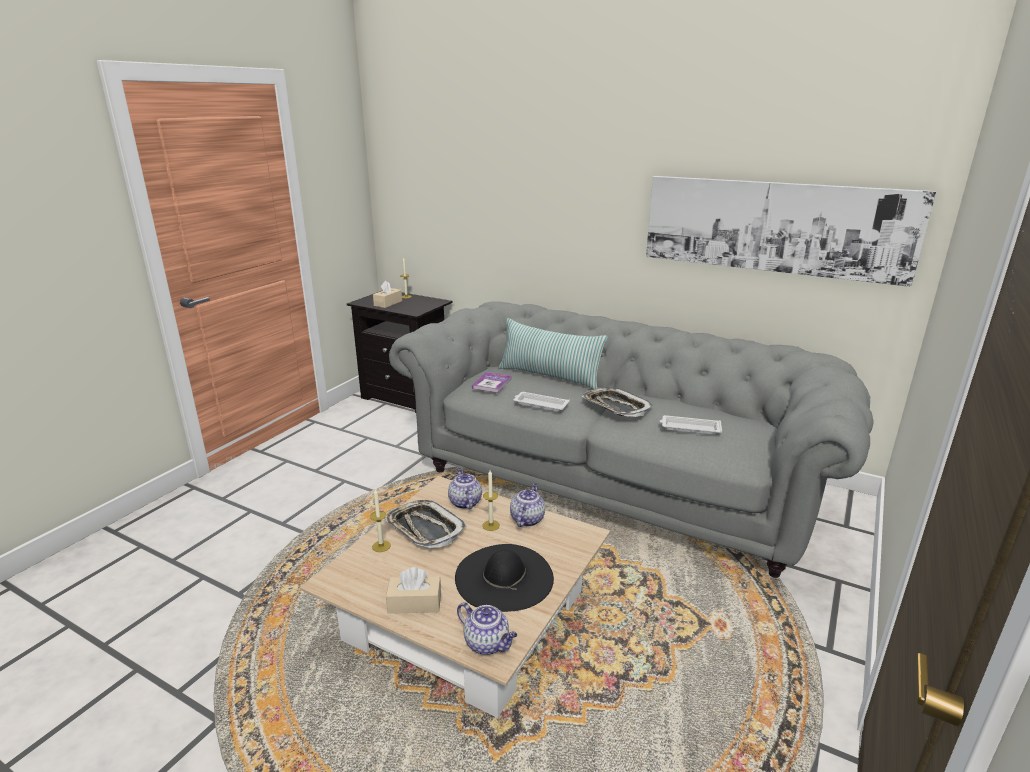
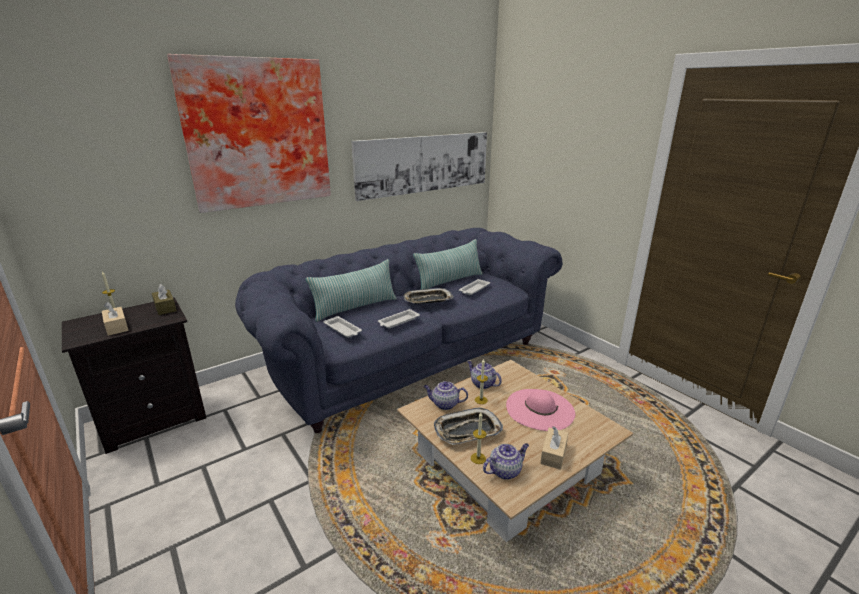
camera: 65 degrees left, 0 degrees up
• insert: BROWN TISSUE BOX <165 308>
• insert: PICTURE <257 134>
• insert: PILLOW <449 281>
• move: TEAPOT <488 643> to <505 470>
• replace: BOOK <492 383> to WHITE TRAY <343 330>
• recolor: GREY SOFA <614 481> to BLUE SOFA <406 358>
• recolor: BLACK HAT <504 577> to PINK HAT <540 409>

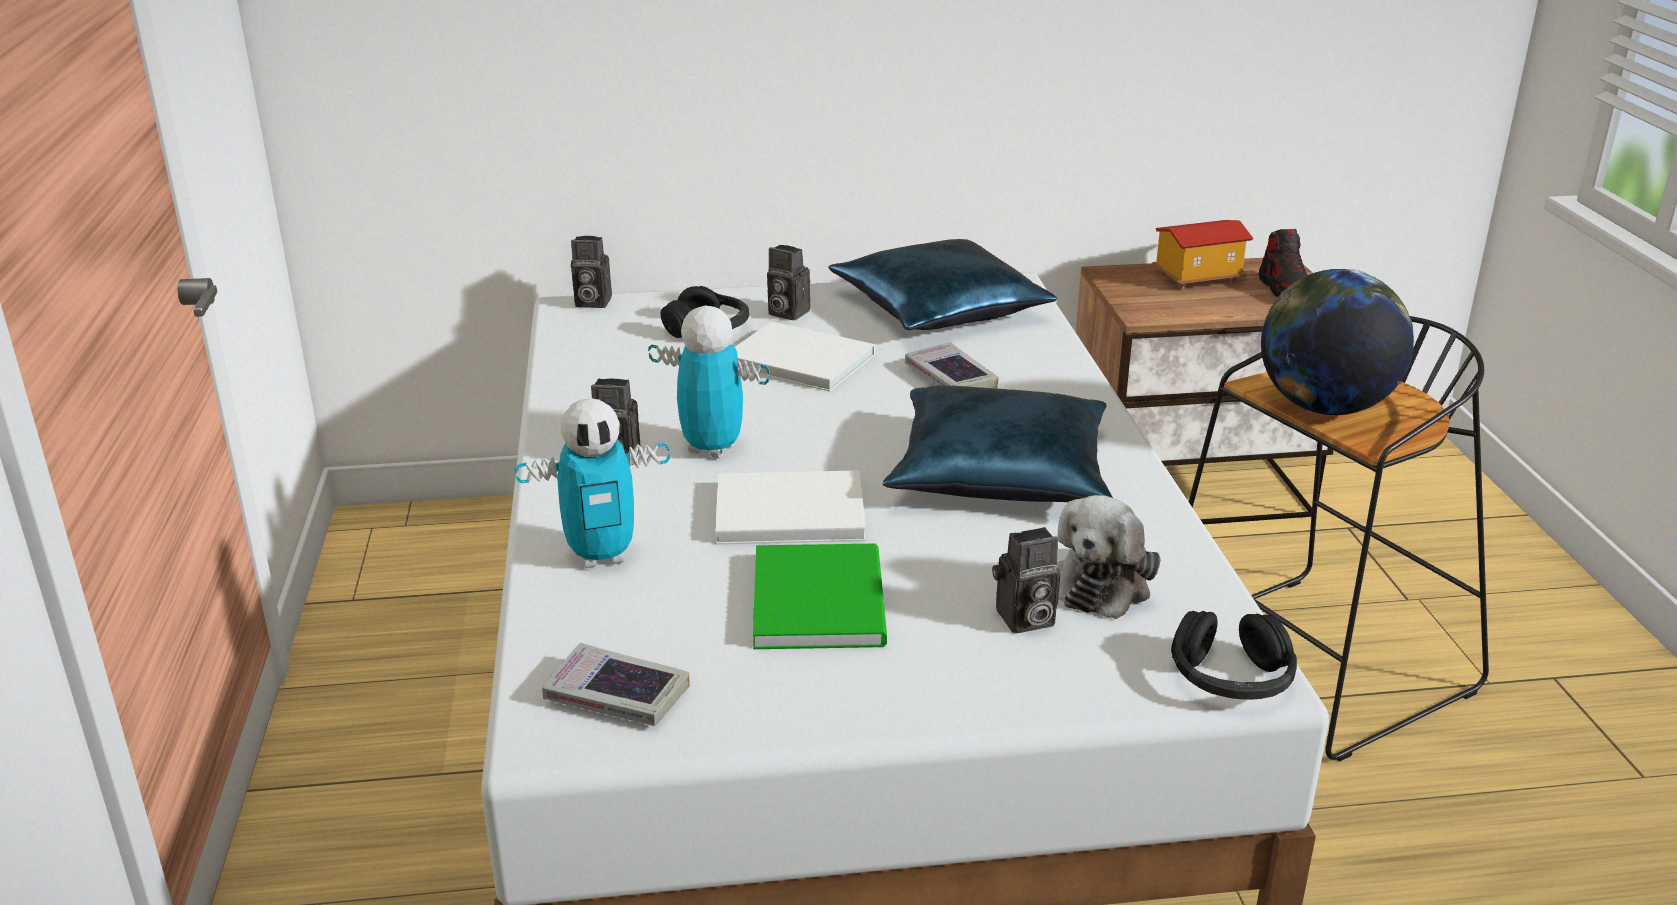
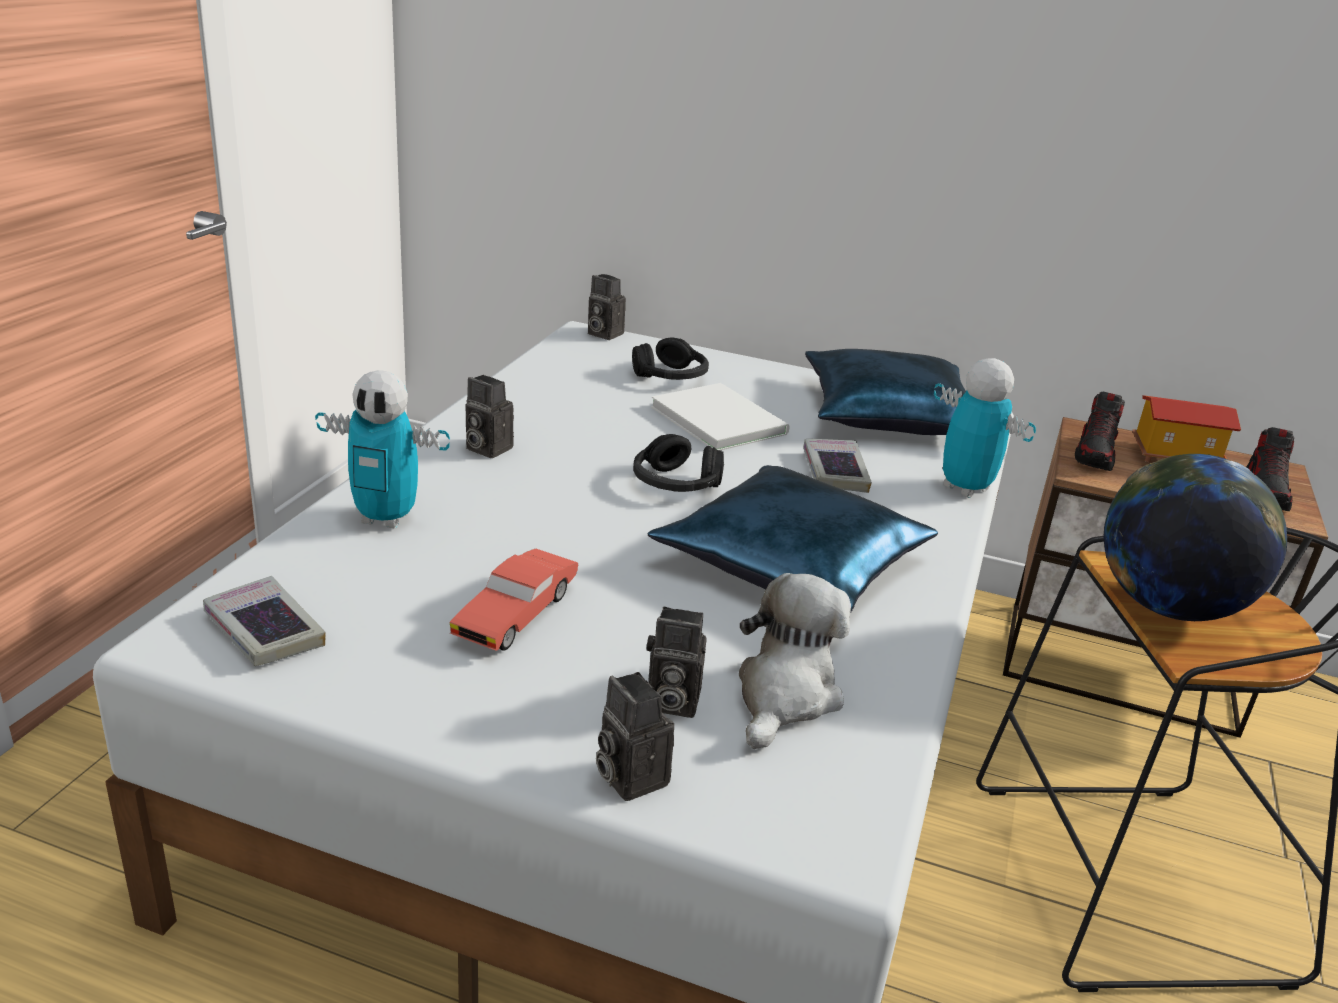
camera: 25 degrees right, 0 degrees up
• delete: WHITE BOOK <785 510>
• insert: SHOE <1095 454>
• move: TOY ROBOT <712 448> to <965 488>
• move: PHOTO CAMERA <785 312> to <628 776>
• move: BLACK HEADPHONES <1231 679> to <675 484>
• replace: GREEN BOOK <823 598> to RED TOY CAR <516 614>
• rotate: PLUSH TOY <1103 582> = <785 695> 150 degrees clockwise

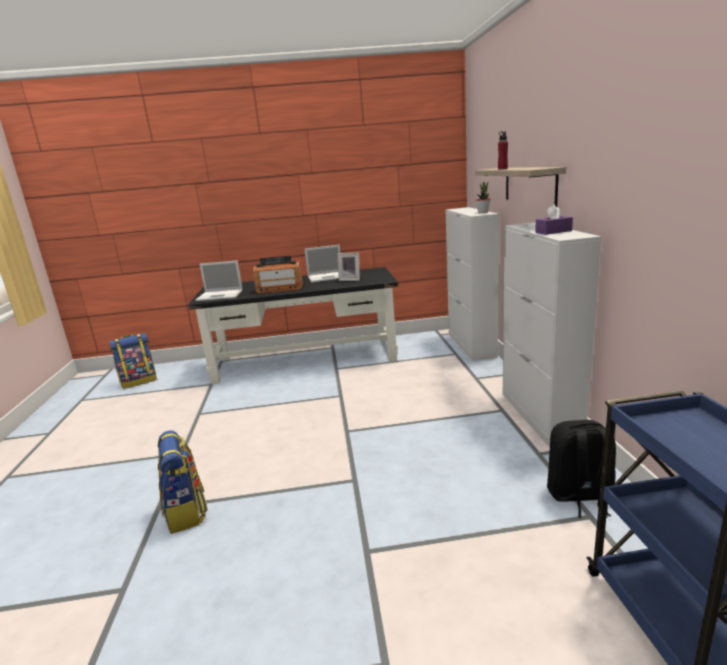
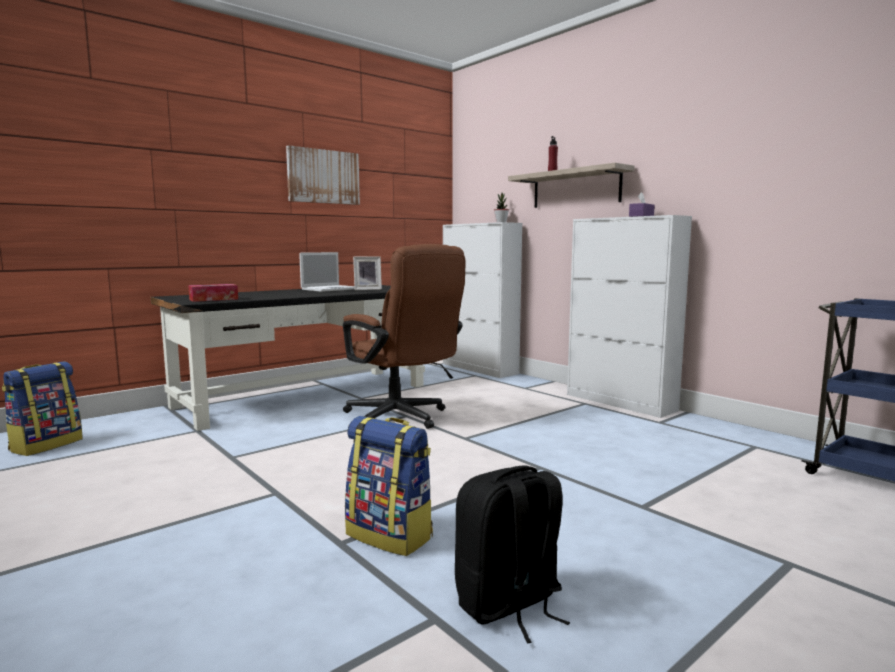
camera: 35 degrees left, 10 degrees down
• delete: RADIO <280 289>
• insert: PICTURE <323 176>
• insert: BROWN OFFICE CHAIR <402 418>
• move: BLACK BACKPACK <579 496> to <509 605>
• replace: LAPTOP <221 295> to TISSUE BOX <214 299>

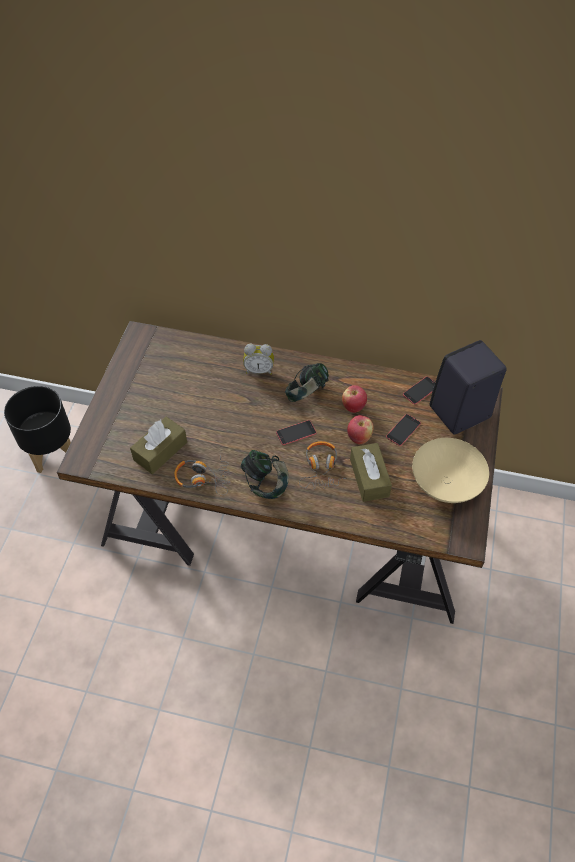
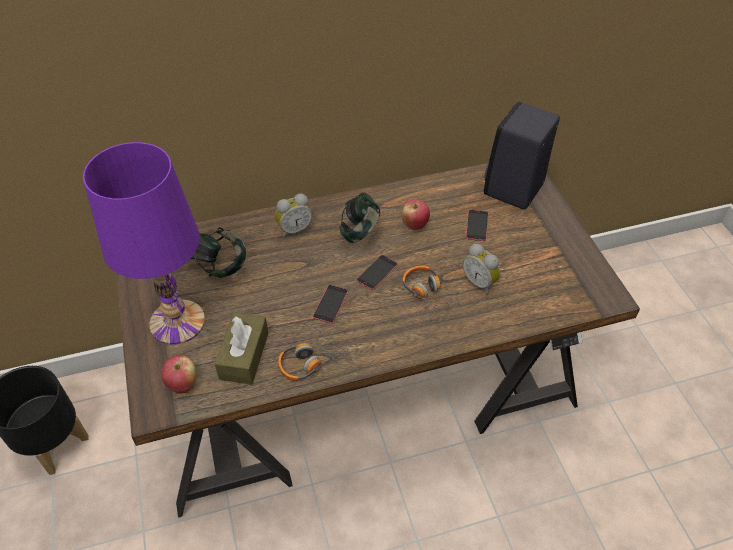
camera: 30 degrees left, 5 degrees down
• delete: BEIGE BOWL <444 484>
• insert: PURPLE TABLE LAMP <176 322>
• move: HEADPHONES <265 483> to <219 265>
• move: APPLE <359 437> to <183 384>
• move: PHONE <420 390> to <330 304>
• replace: BROWN TISSUE BOX <369 478> to ALARM CLOCK <480 282>

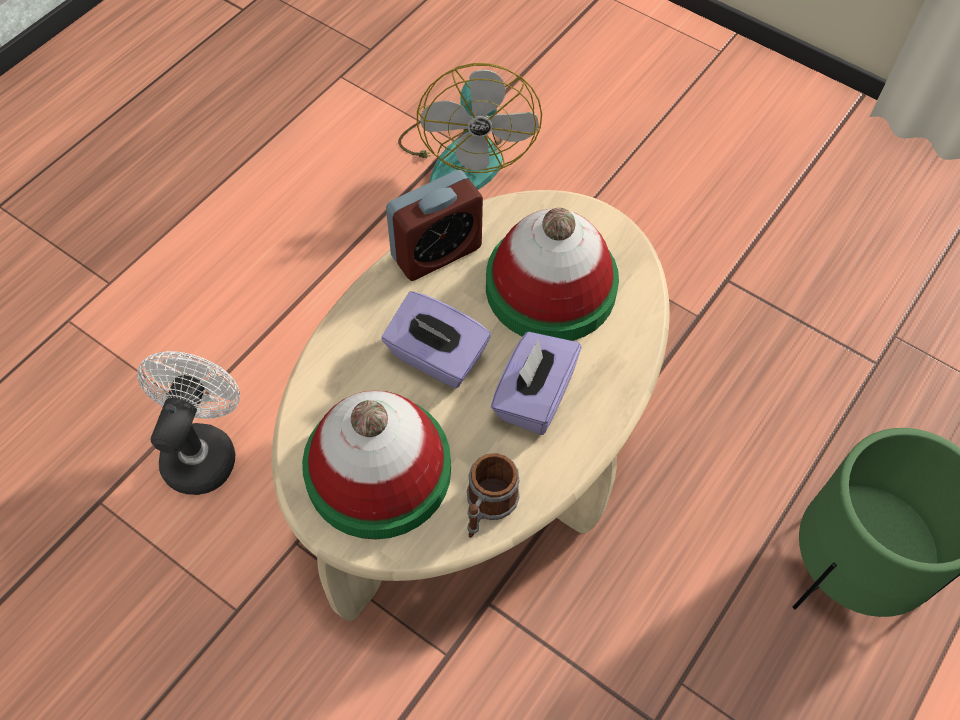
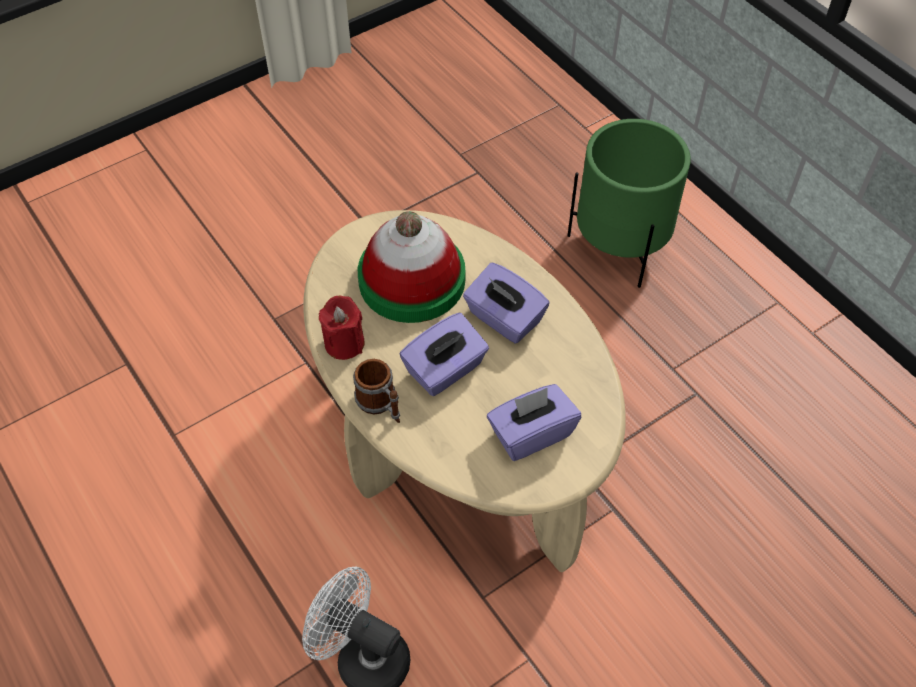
camera: 70 degrees left, 5 degrees down
• delete: FAN <464 155>
• move: MUG <487 507> to <381 404>
• replace: HAT <378 470> to PURPLE TISSUE BOX <531 433>
• replace: ALARM CLOCK <436 252> to RED CANDLE <344 343>

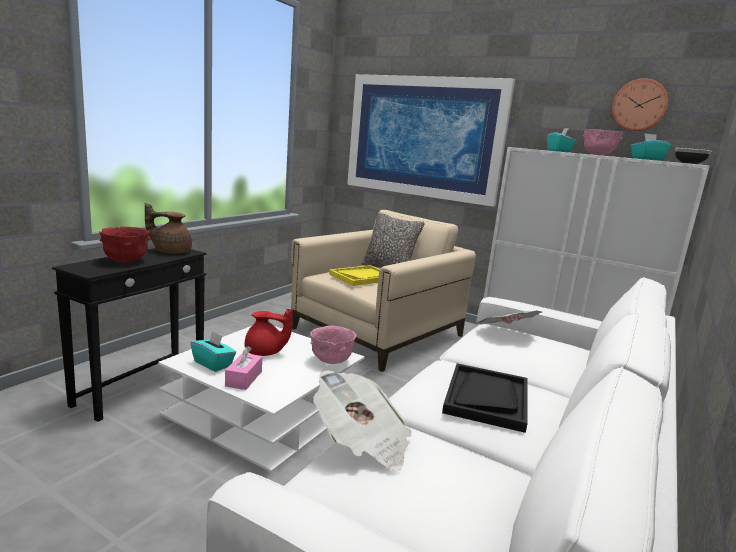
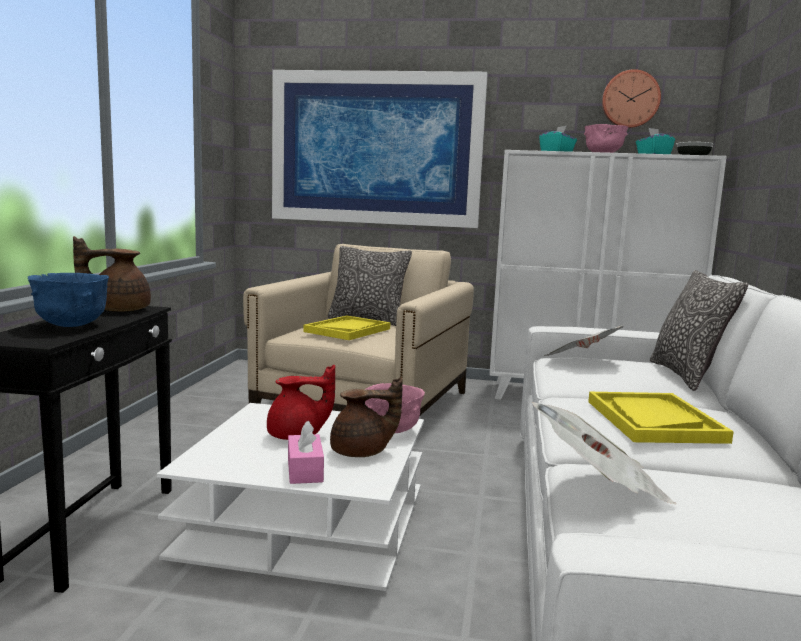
camera: 20 degrees left, 5 degrees down
• delete: TURQUOISE TISSUE BOX <213 364>
• insert: BROWN TEAPOT <362 452>
• insert: PILLOW <686 376>
• recolor: RED BOWL <126 261> to BLUE BOWL <71 325>
• recolor: BLACK TRAY <486 398> to YELLOW TRAY <653 421>

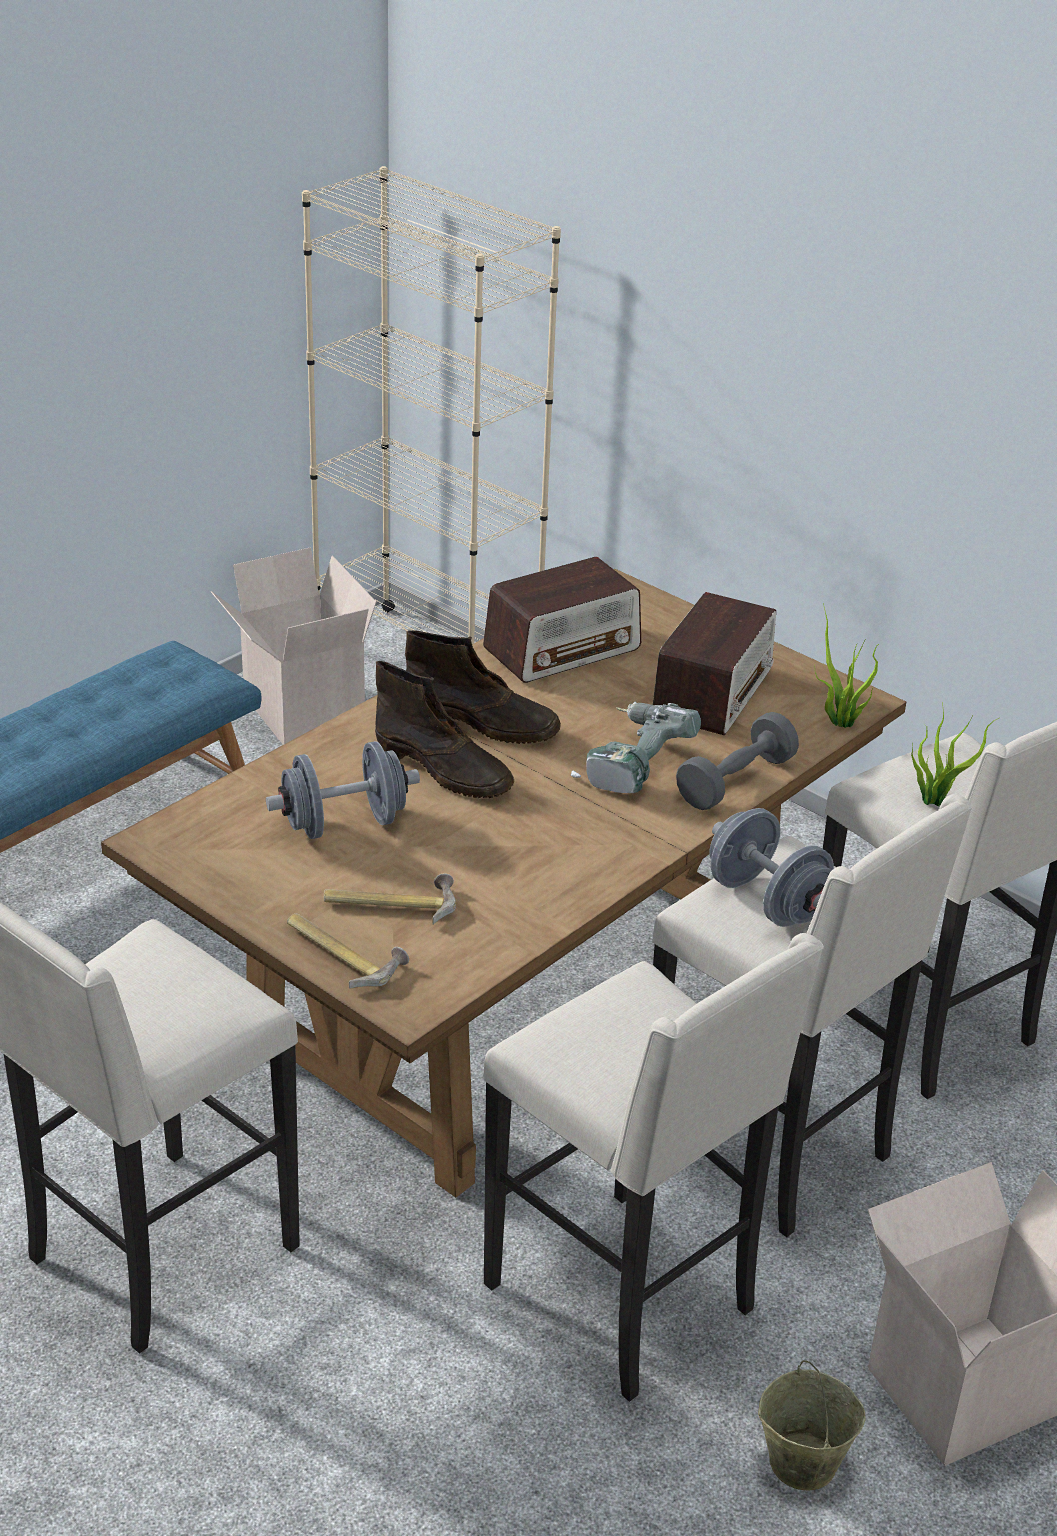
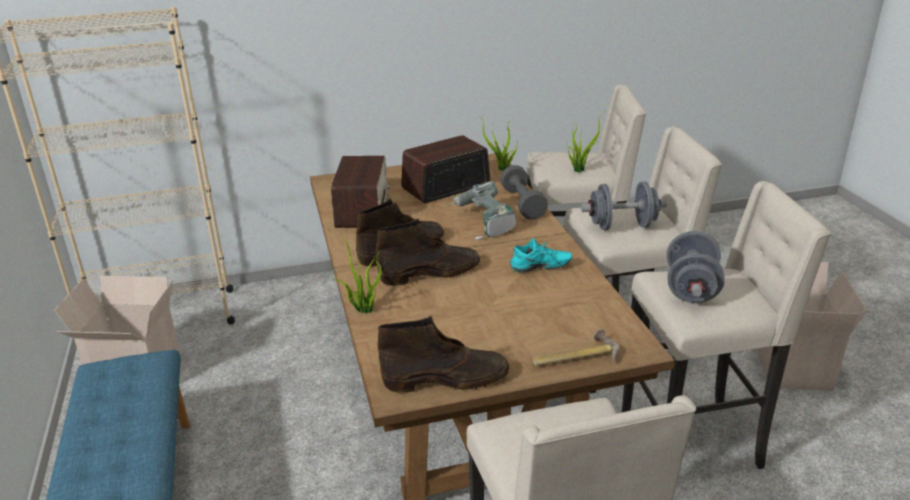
camera: 55 degrees left, 5 degrees down
• delete: HAMMER <390 903>
• delete: BEIGE BUCKET <801 1462>
• insert: POTTED PLANT <363 309>
• insert: BROWN BOOT <447 379>
• insert: TURQUOISE SHOE <540 268>
• move: GREY DUMBBELL <344 824> to <691 289>
• rotate: RADIO <713 692> = <445 187> 90 degrees counterclockwise

